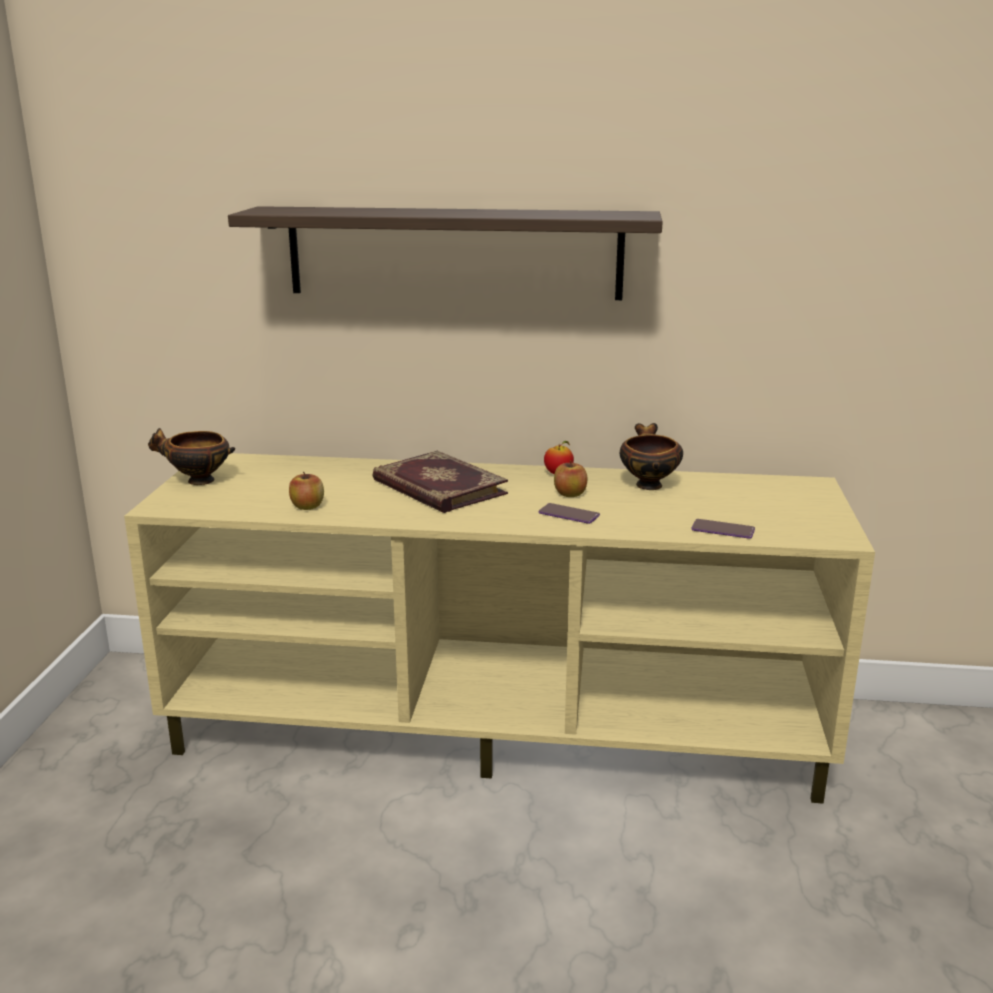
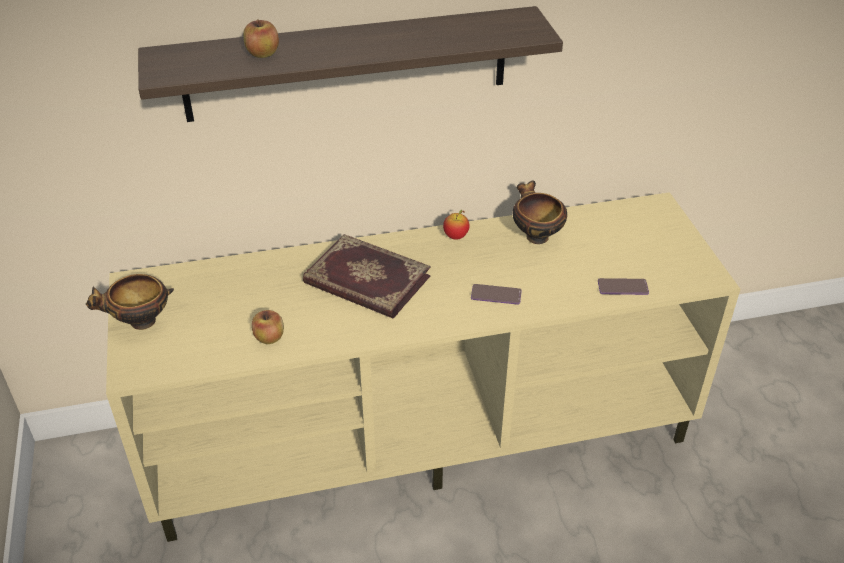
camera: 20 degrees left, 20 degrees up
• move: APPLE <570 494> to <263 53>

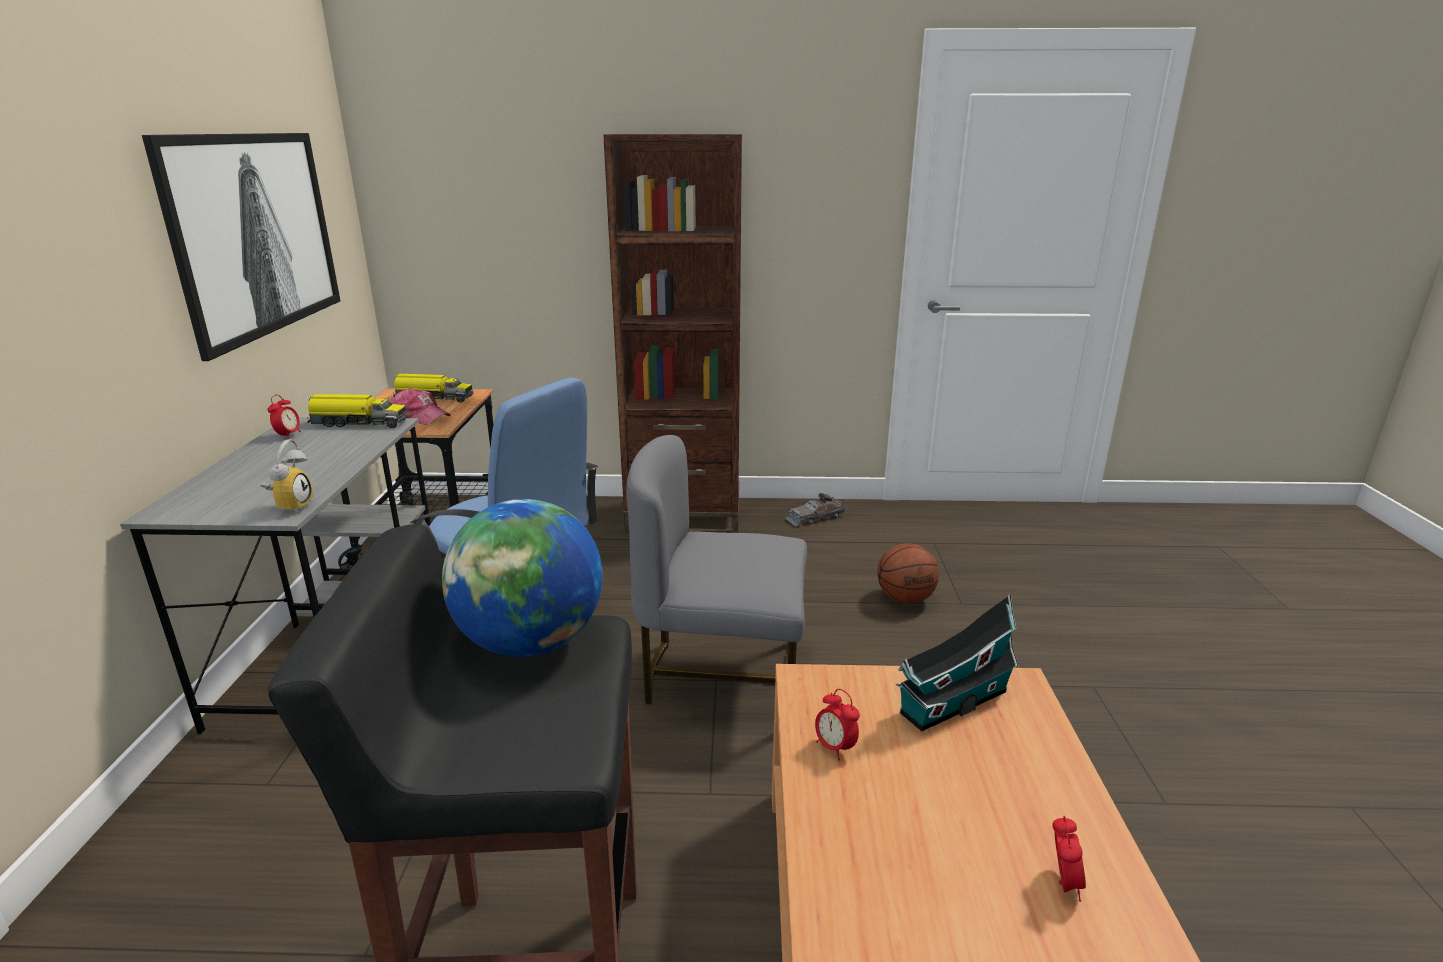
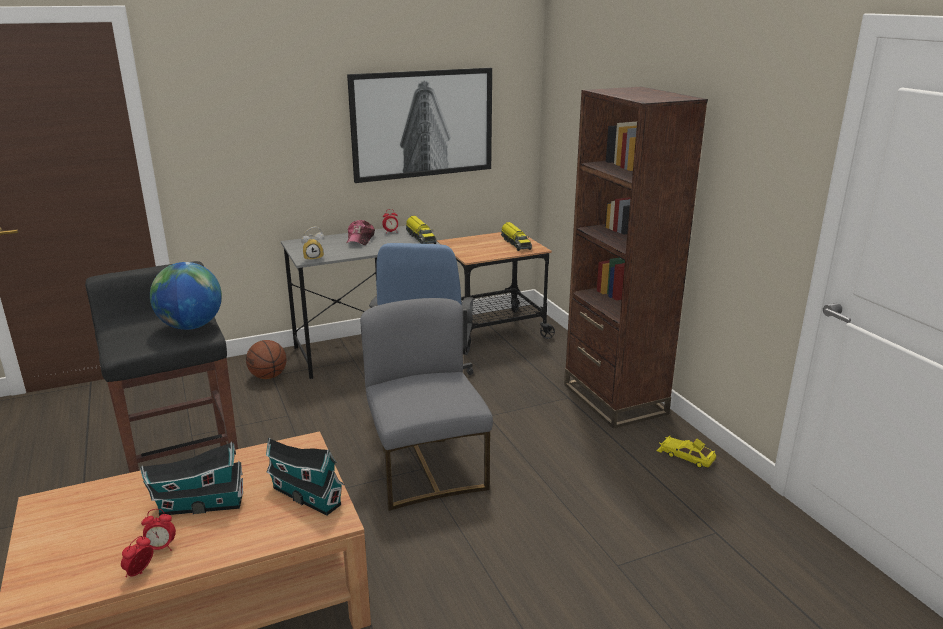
camera: 65 degrees right, 0 degrees up
• insert: TOY HOUSE <198 506>
• move: CAP <420 416> to <360 239>
• move: ALARM CLOCK <834 747> to <140 573>
• move: BASKETBALL <905 598> to <268 376>
• recolor: GREY TOY CAR <814 517> to YELLOW TOY CAR <685 456>

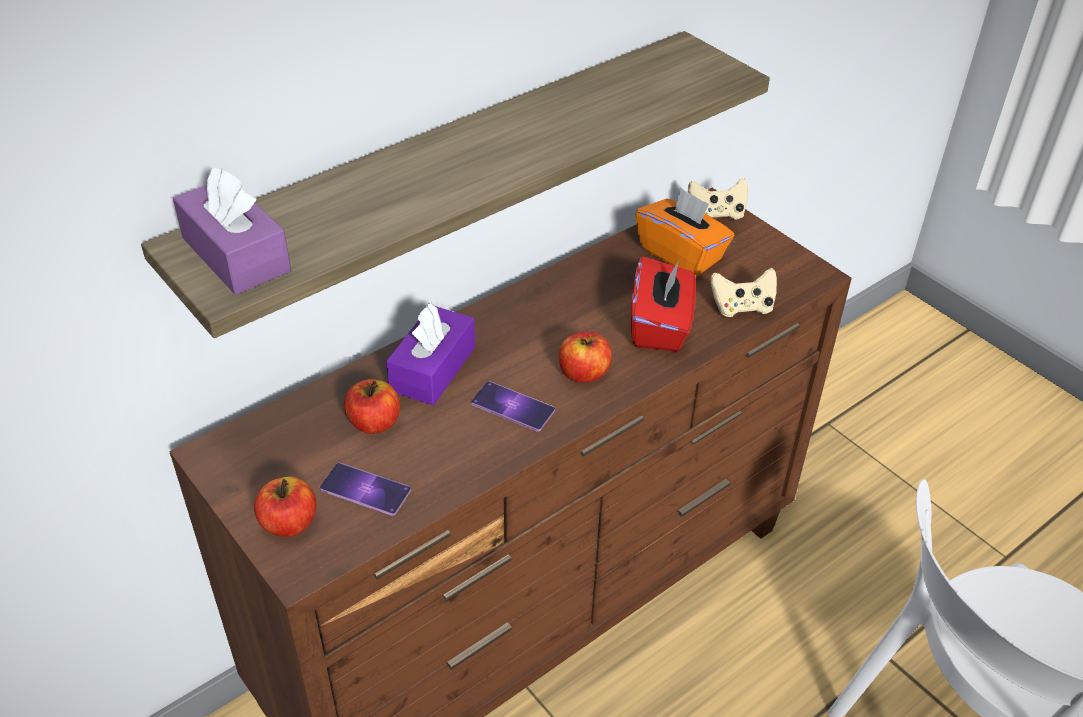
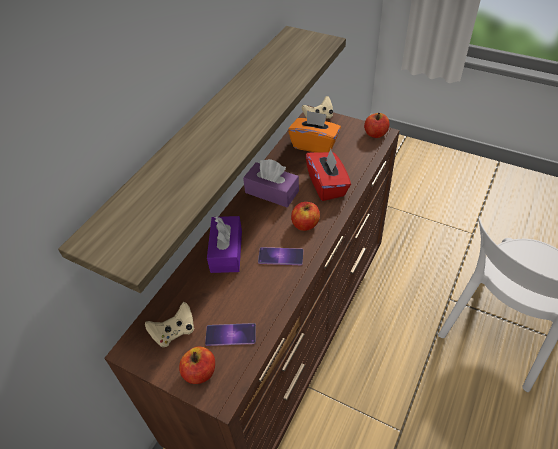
camera: 20 degrees left, 5 degrees up
• move: PURPLE TISSUE BOX <236 254> to <272 192>
• move: APPLE <374 423> to <375 134>
• move: BEIGE GAME CONTROLLER <742 307> to <174 332>

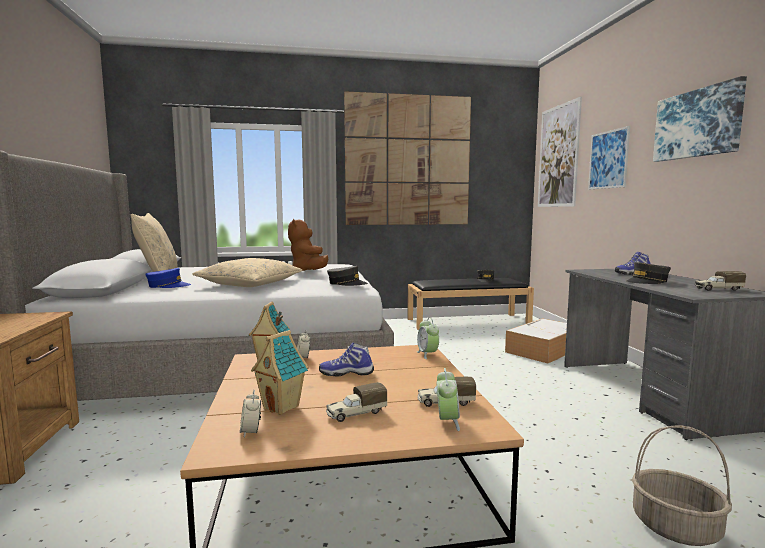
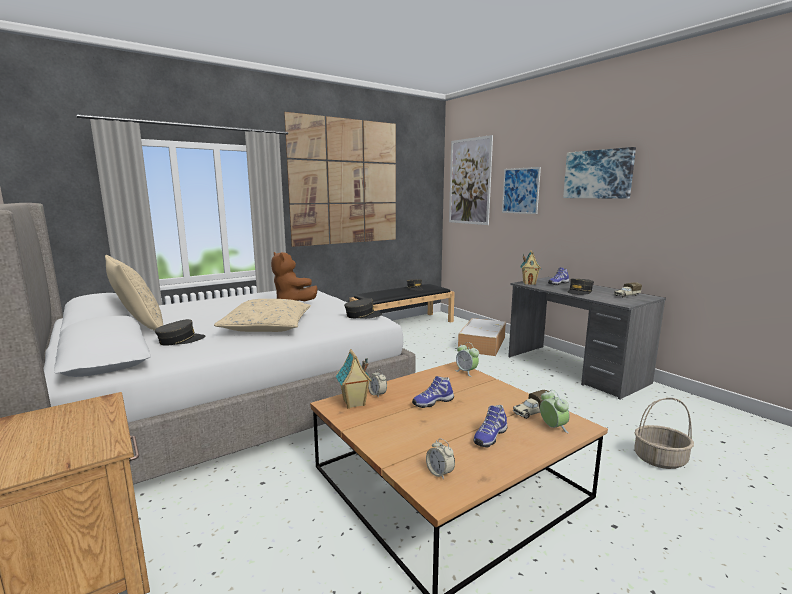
camera: 25 degrees left, 5 degrees up
• move: TOY HOUSE <282 407> to <529 283>
• replace: TOY TRUCK <356 413> to SHOE <489 437>
• recolor: BLUE CAP <168 286> to GREY CAP <180 340>

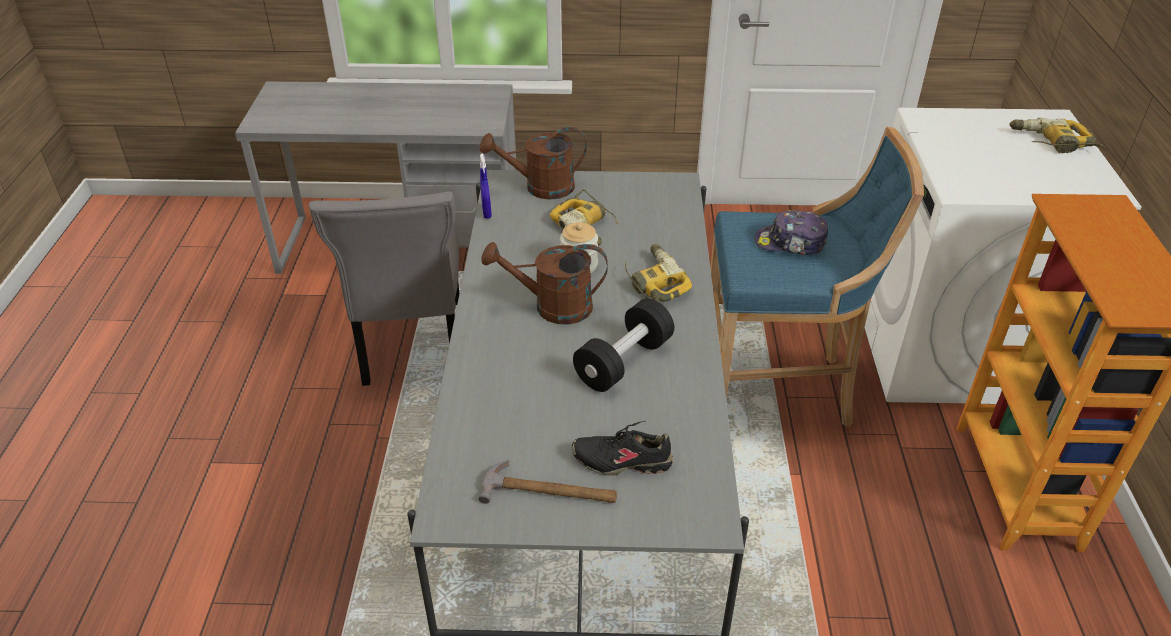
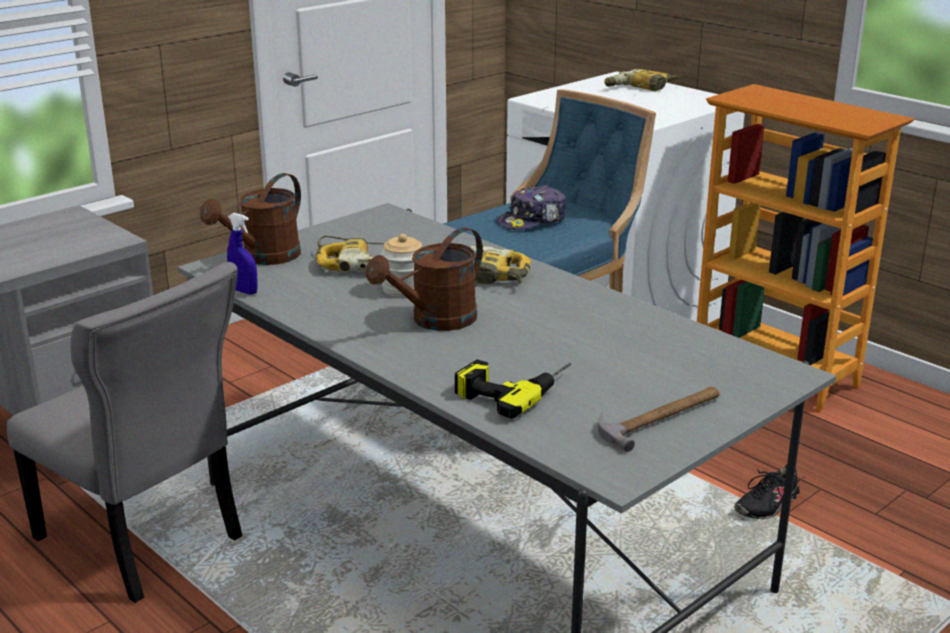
camera: 45 degrees left, 15 degrees down
• delete: BLACK DUMBBELL <623 362>
• insert: POWER DRILL <513 388>
• move: BLACK SHOE <622 460> to <766 505>

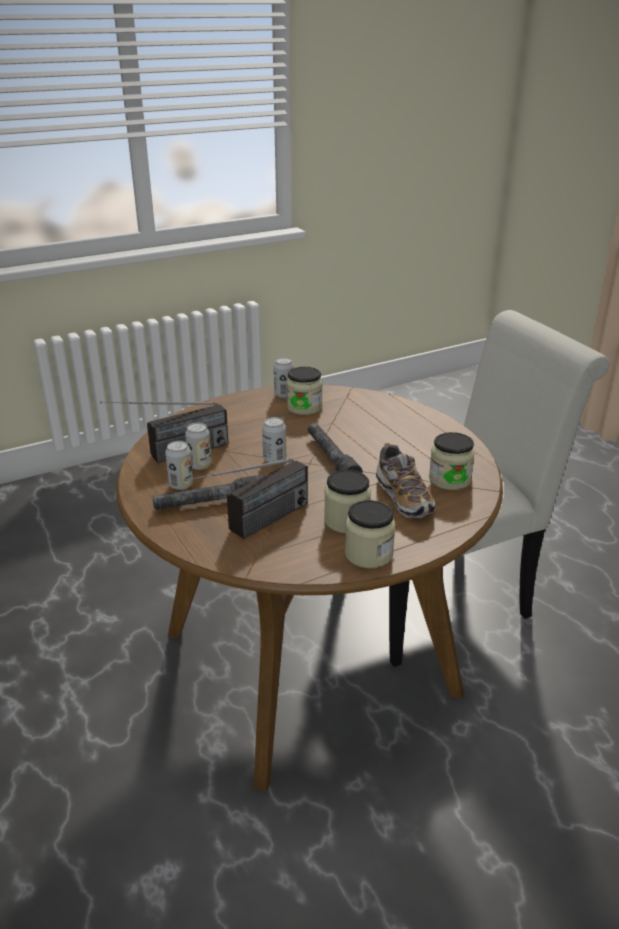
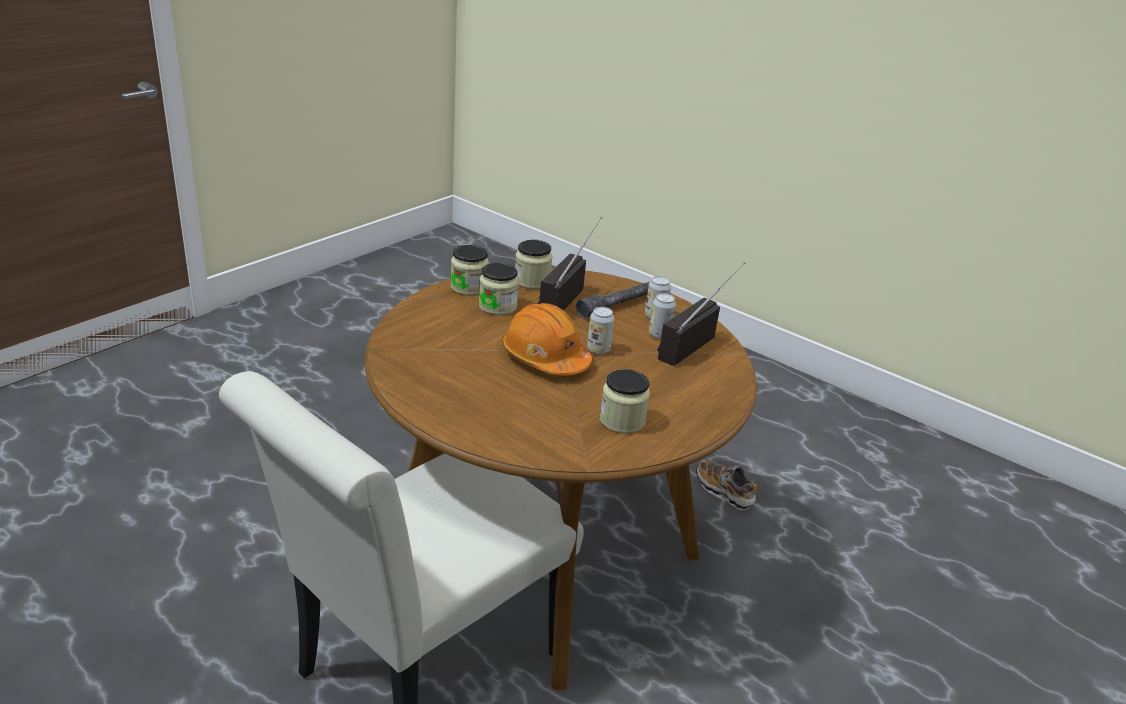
camera: 155 degrees right, 0 degrees up
• delete: CAN <284 394>
• move: SHOE <403 497> to <723 491>
• move: JAR <449 479> to <532 281>
• replace: GREY FLASHLIGHT <331 458> to ORANGE HARD HAT <544 358>

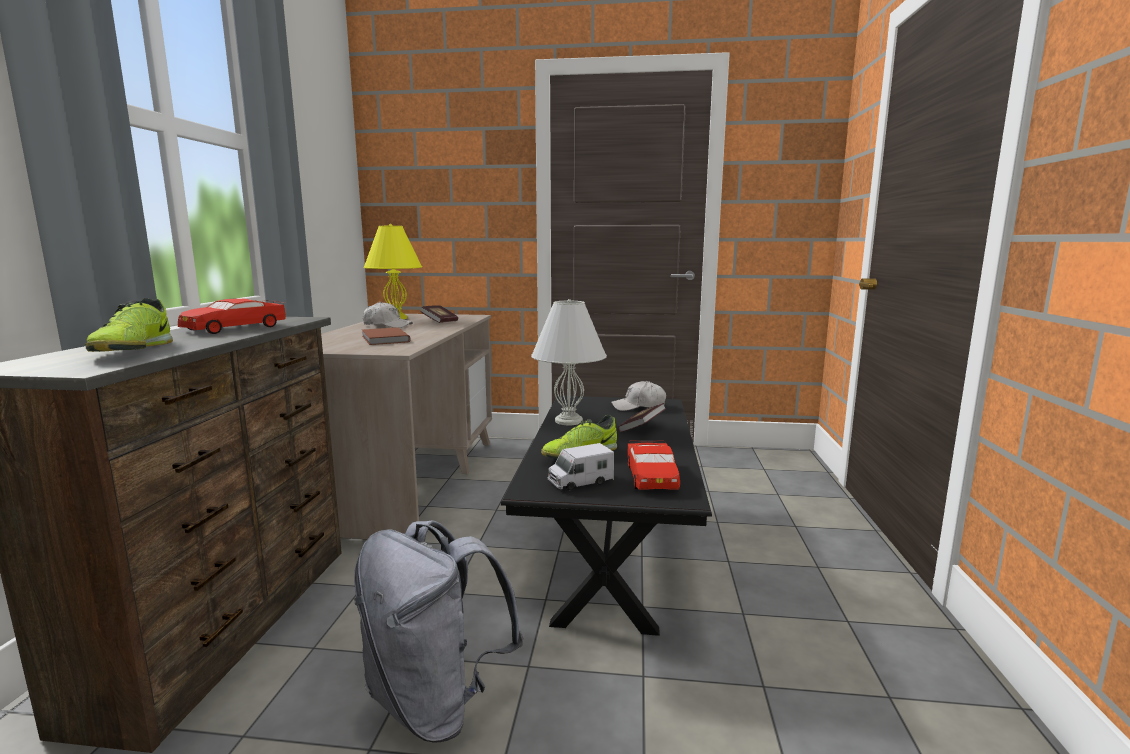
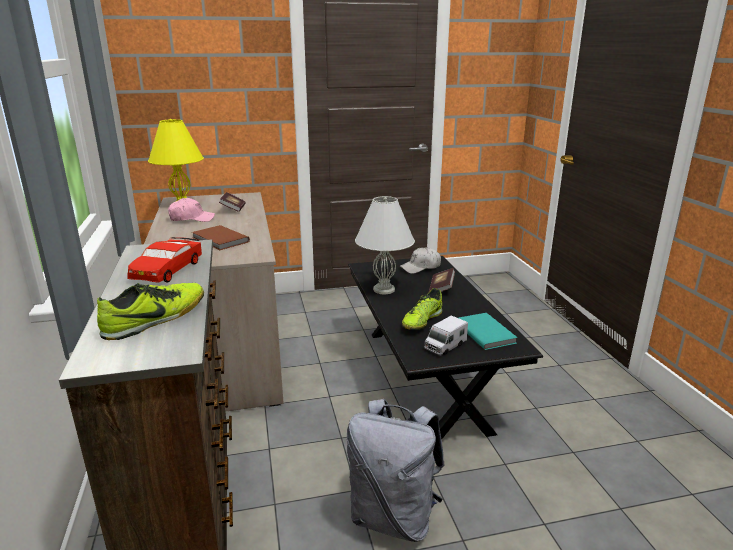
camera: 20 degrees left, 10 degrees up
• replace: RED TOY CAR <652 476> to TURQUOISE BOOK <485 332>
• recolor: WHITE CAP <387 325> to PINK CAP <191 219>
• rotate: SHOE <133 351> = <156 319> 105 degrees counterclockwise

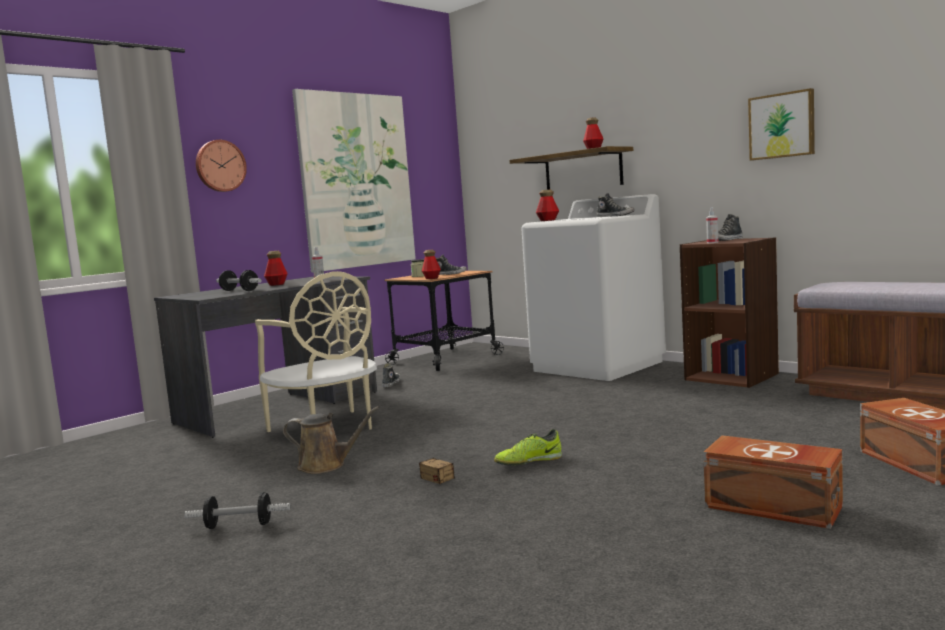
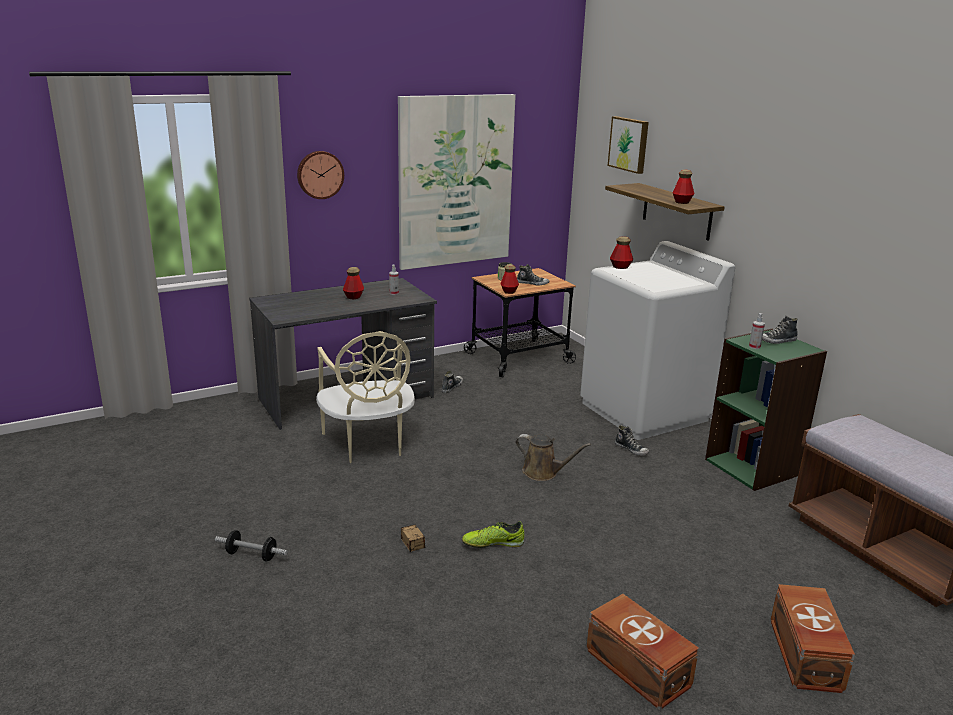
camera: 15 degrees right, 15 degrees up
• delete: DUMBBELL <239 291>
• move: BROWN WATERING CAN <326 465> to <543 472>
• move: SHOE <615 216> to <631 450>
• move: PICTURE <782 125> to <629 144>
• recolor: BROWN BOOKCASE <732 376> to GREEN BOOKCASE <753 467>

